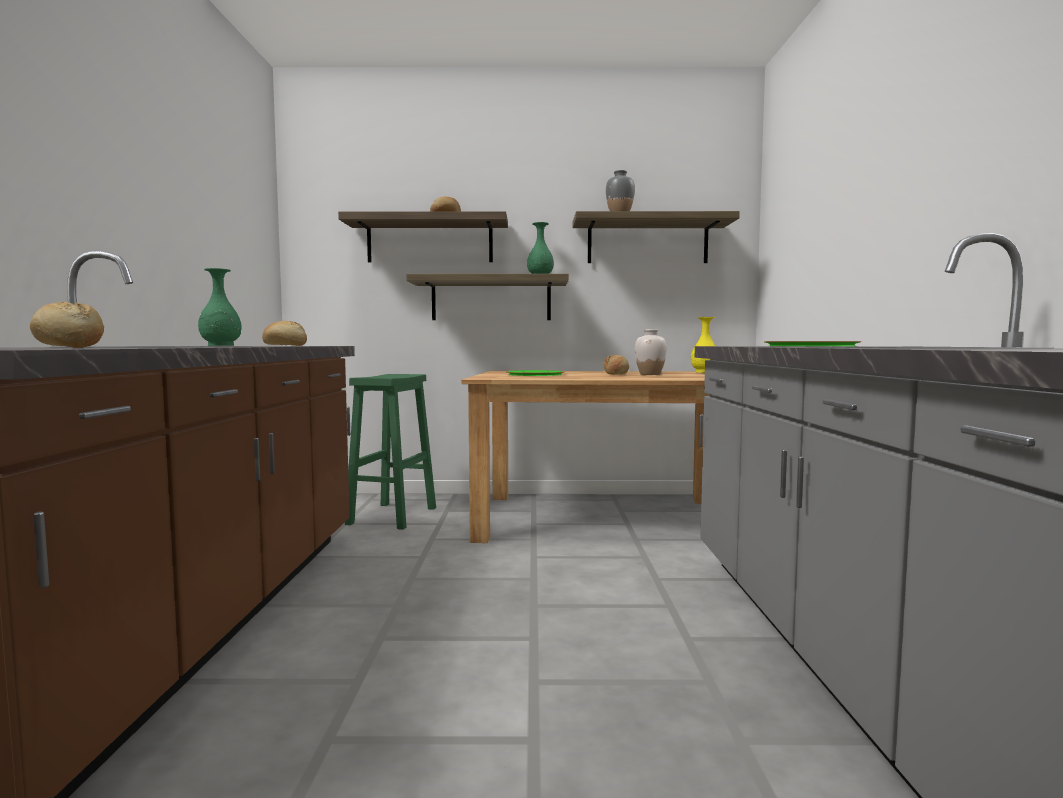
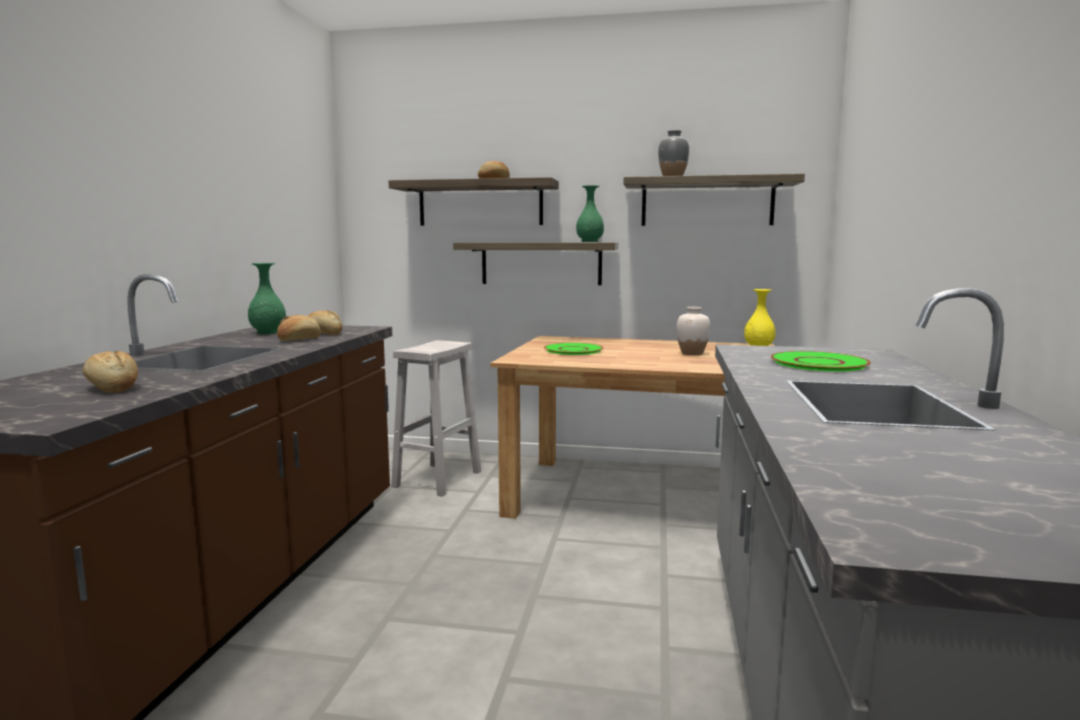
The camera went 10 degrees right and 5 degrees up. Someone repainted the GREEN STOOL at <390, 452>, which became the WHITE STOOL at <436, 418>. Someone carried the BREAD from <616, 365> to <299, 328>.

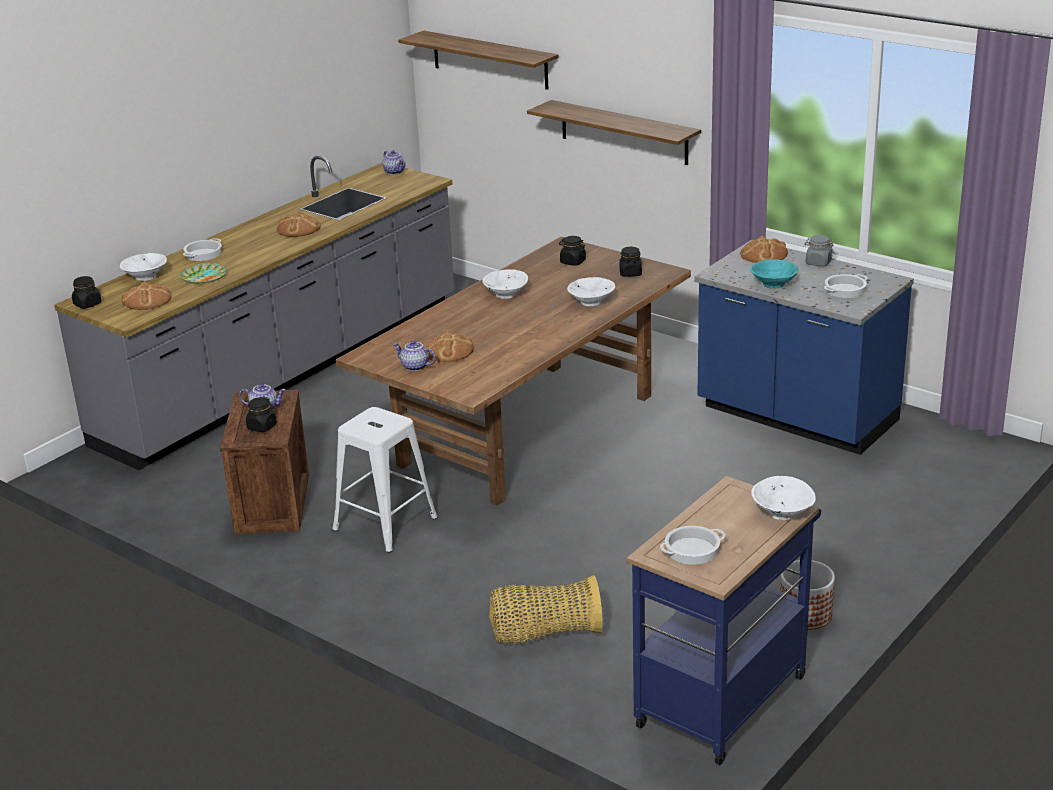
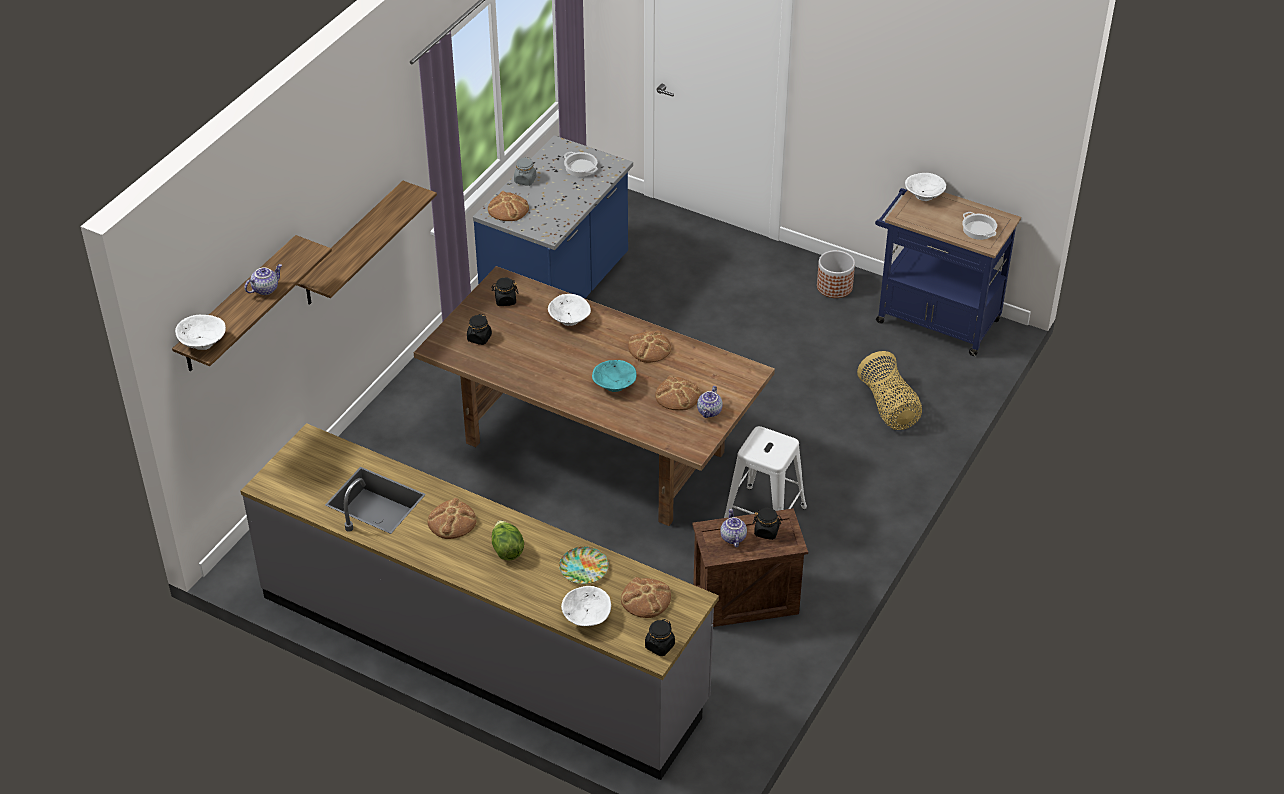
The camera went 100 degrees left and 15 degrees up. Someone took away the COOKING POT at <202, 249>. Someone carried the TEAPOT from <394, 162> to <263, 279>. Someone carried the WHITE BOWL from <505, 284> to <200, 332>. Someone carried the TURQUOISE BOWL from <774, 274> to <614, 376>. Someone put down the LETTUCE at <508, 540>. Someone put down the BREAD at <649, 346>.

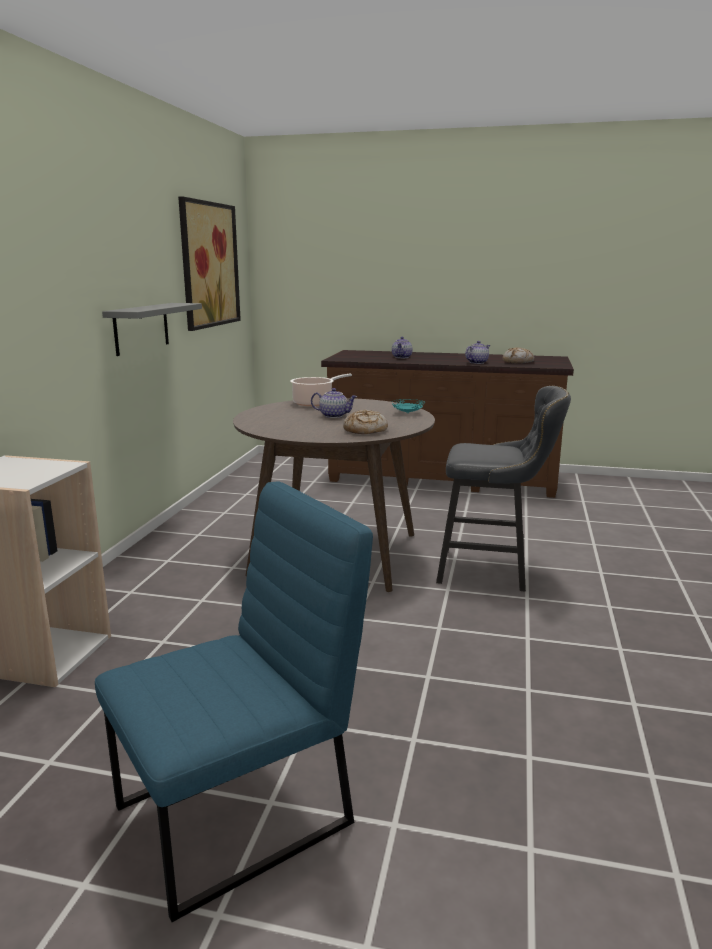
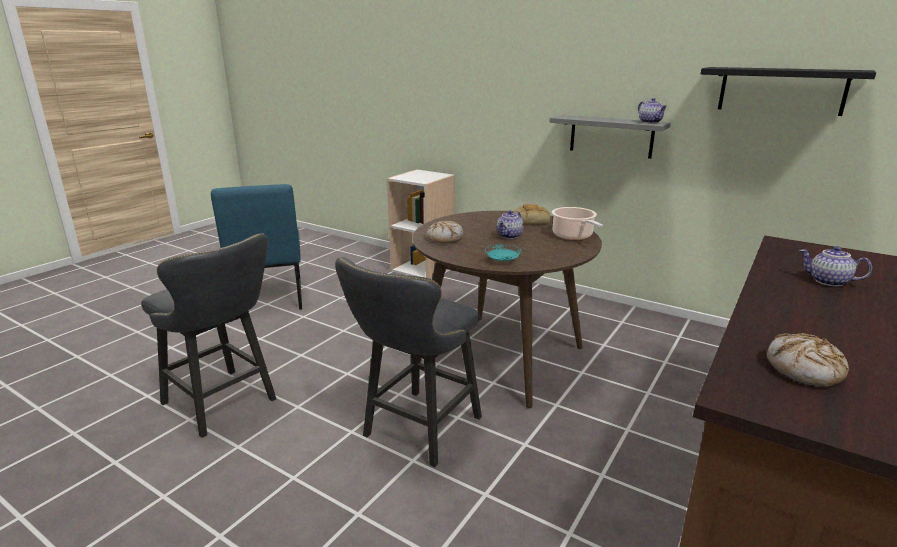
The camera went 110 degrees right and 5 degrees up. Someone swapped the PICTURE at <209, 264> for the BLACK SHELF at <788, 91>. Someone carried the TEAPOT from <477, 352> to <652, 111>. Someone put down the GREY STOOL at <208, 335>. Someone put down the BREAD at <531, 214>.

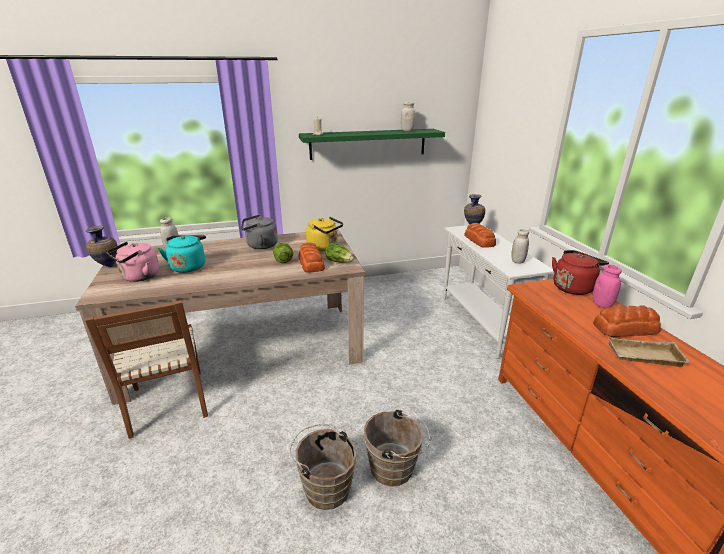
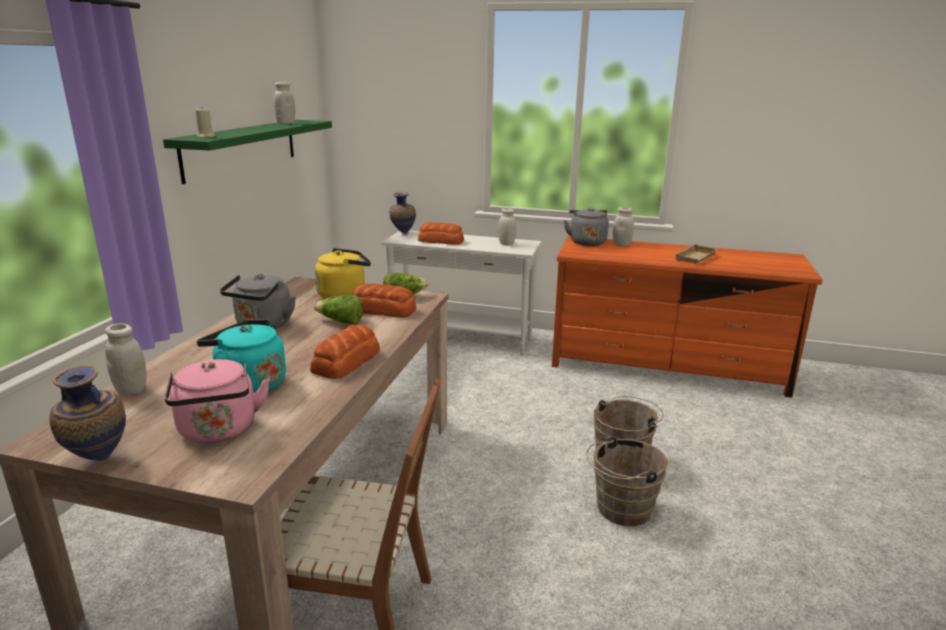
The camera went 60 degrees left and 5 degrees down. Someone repainted the RED KETTLE at <580, 272>, which became the GREY KETTLE at <586, 227>. Someone repainted the PINK JAR at <607, 286>, which became the WHITE JAR at <623, 226>. Someone carried the BREAD from <627, 321> to <345, 351>.

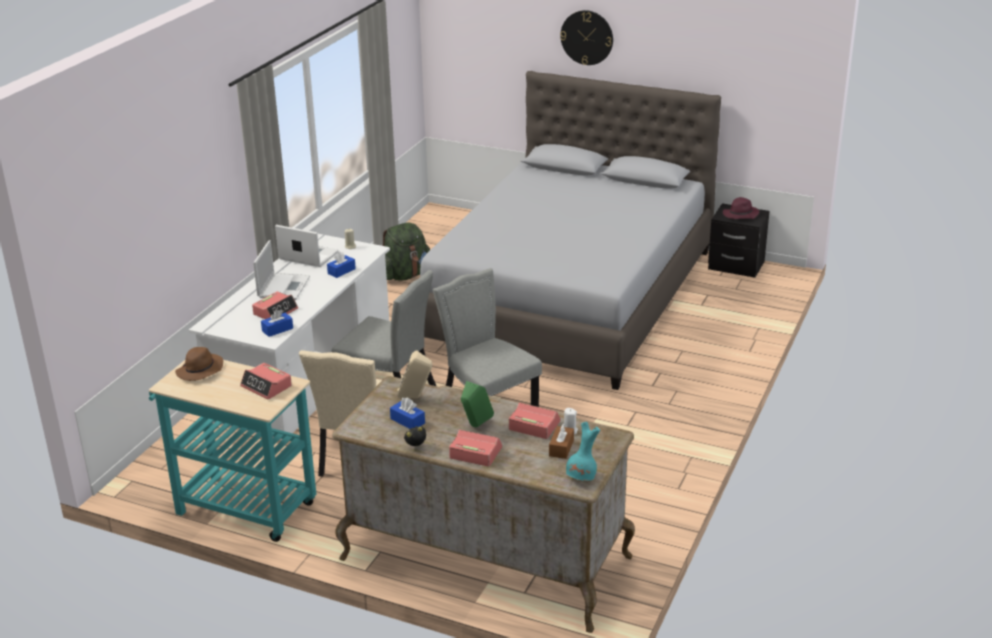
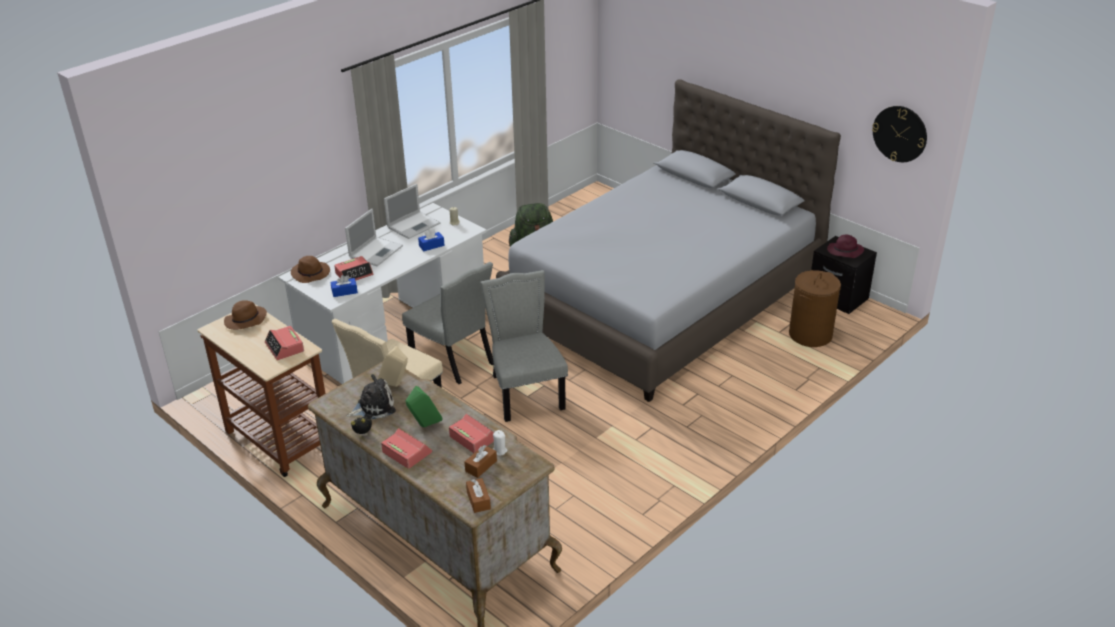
The camera went 20 degrees right and 5 degrees up. Someone repainted the TURQUOISE CART at <232, 451>, which became the BROWN CART at <261, 390>. Someone rotated the LAPTOP at <307, 246> by 90 degrees clockwise. Someone swapped the BLUE TISSUE BOX at <407, 413> for the PLUSH TOY at <371, 396>. Someone carried the WALL CLOCK from <586, 37> to <899, 134>. Someone swapped the TURQUOISE VASE at <583, 451> for the BROWN TISSUE BOX at <478, 495>. Someone put down the BROWN HAT at <310, 269>. Someone put down the BROWN LAUNDRY BASKET at <815, 308>.

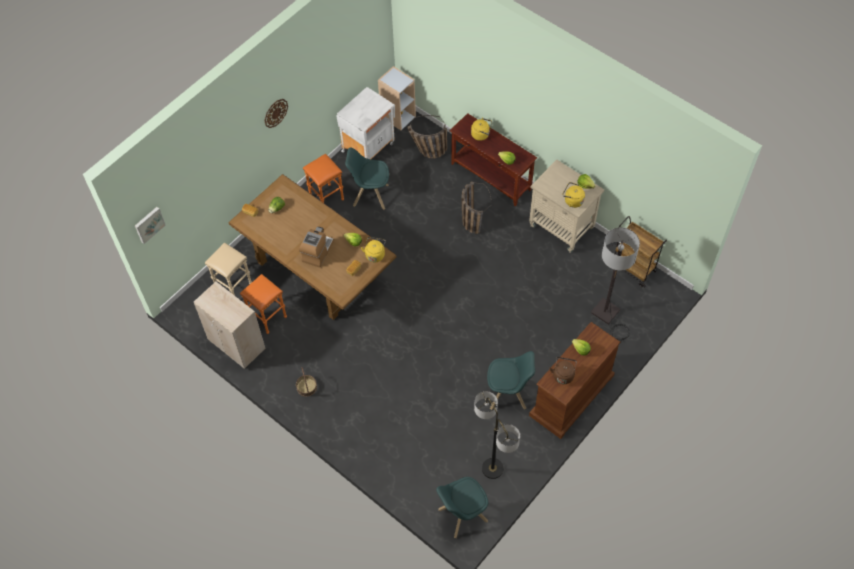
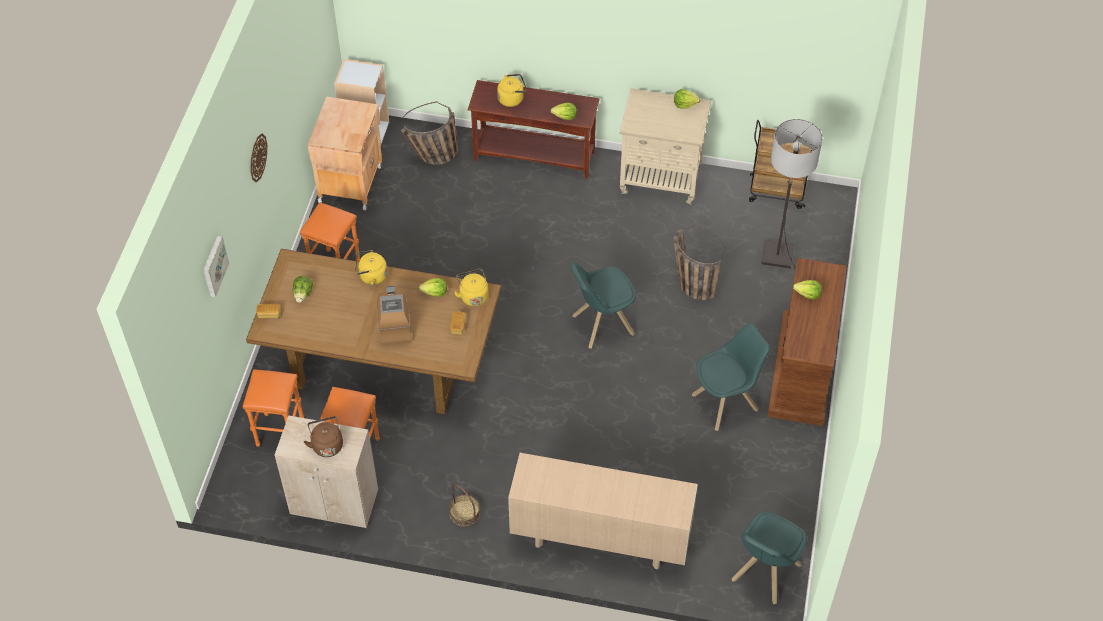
The camera went 30 degrees left and 5 degrees down. Someone carried the PICTURE from <150, 225> to <216, 266>. Someone repainted the BEIGE STOOL at <228, 269>, which became the ORANGE STOOL at <273, 408>. Someone repainted the WHITE CART at <365, 123>, which became the BROWN CART at <345, 153>. Someone carried the TURQUOISE CHAIR from <367, 178> to <603, 306>. Someone carried the BASKET from <476, 208> to <699, 263>. Someone took away the FLOOR LAMP at <497, 435>. Someone carried the BROWN KETTLE from <563, 370> to <323, 436>. Someone carried the YELLOW KETTLE from <573, 195> to <371, 267>. Someone put down the BEIGE DRESSER at <603, 511>.

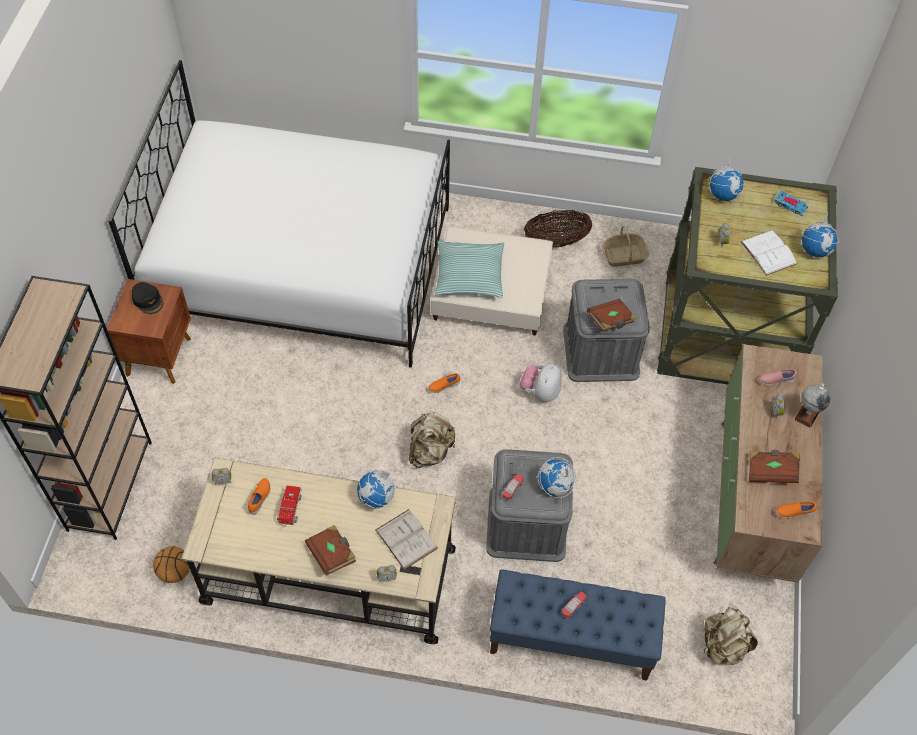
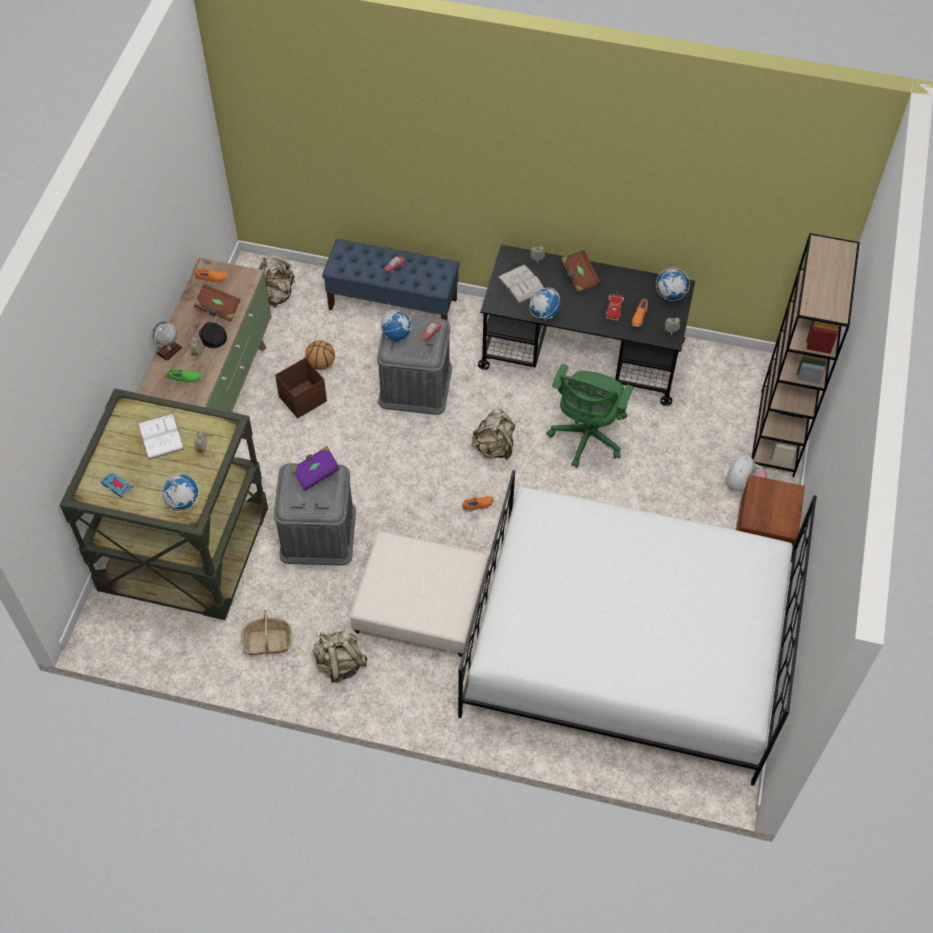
The camera went 175 degrees left and 0 degrees up. Someone carried the BLACK CAP from <147, 298> to <213, 335>. Someone carried the BASKETBALL from <171, 564> to <320, 355>. Someone repainted the BEIGE DESK at <318, 550>, which became the BLACK DESK at <586, 325>. Someone took away the PILLOW at <469, 269>. Someone carried the PLUSH TOY from <541, 383> to <747, 473>. Someone swapped the BASKET at <558, 229> for the BEIGE BACKPACK at <340, 657>. Someone repainted the BROWN BOOK at <612, 315>, which became the PURPLE BOOK at <315, 468>. Someone repainted the PINK SHOE at <778, 377>, which became the GREEN SHOE at <184, 376>. Someone carried the GLOBE from <820, 235> to <673, 284>. Someone put down the BROWN STORAGE BOX at <301, 388>. Someone put down the GREEN OFFICE CHAIR at <590, 416>.

